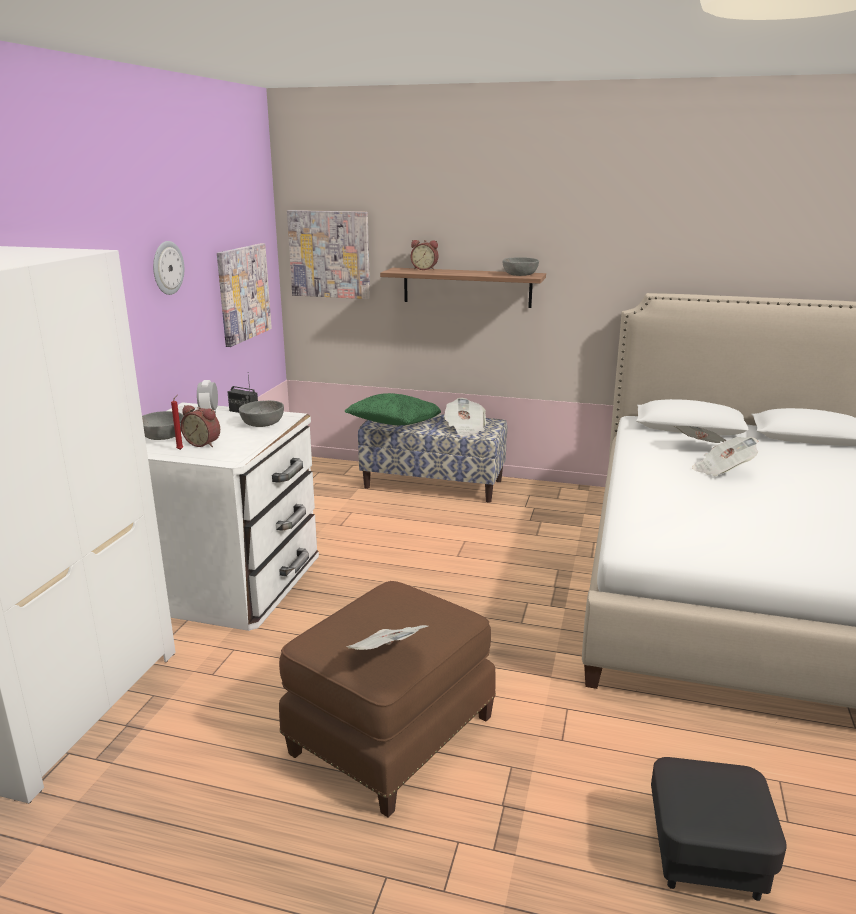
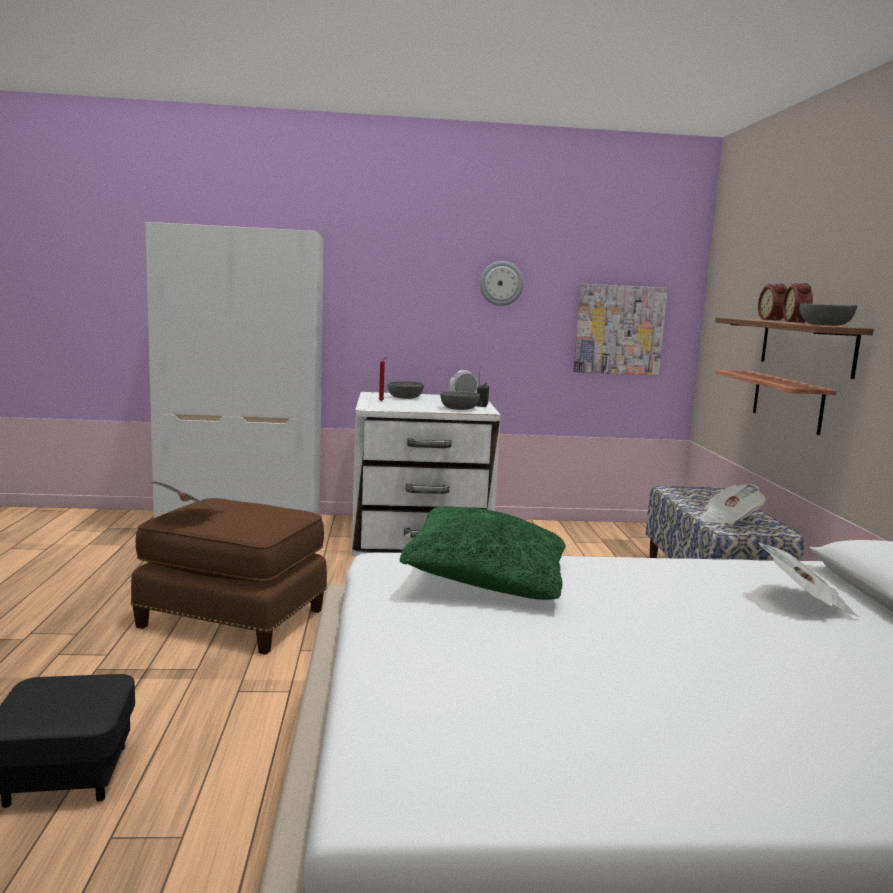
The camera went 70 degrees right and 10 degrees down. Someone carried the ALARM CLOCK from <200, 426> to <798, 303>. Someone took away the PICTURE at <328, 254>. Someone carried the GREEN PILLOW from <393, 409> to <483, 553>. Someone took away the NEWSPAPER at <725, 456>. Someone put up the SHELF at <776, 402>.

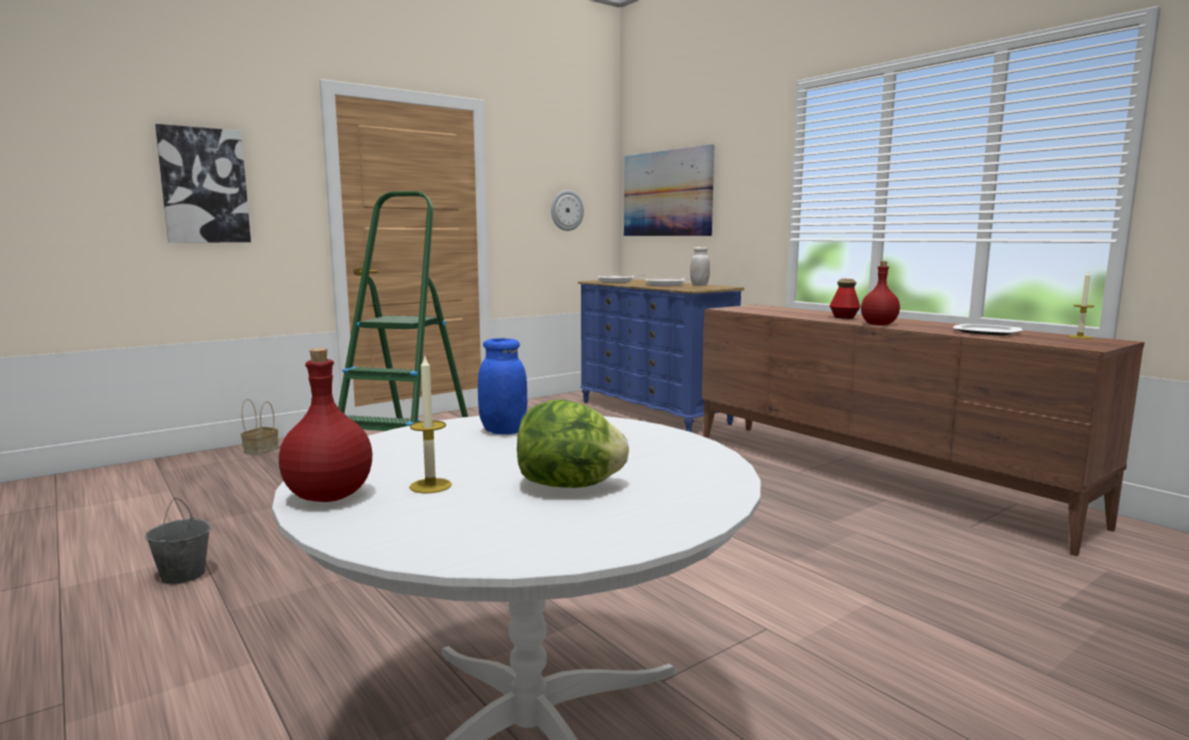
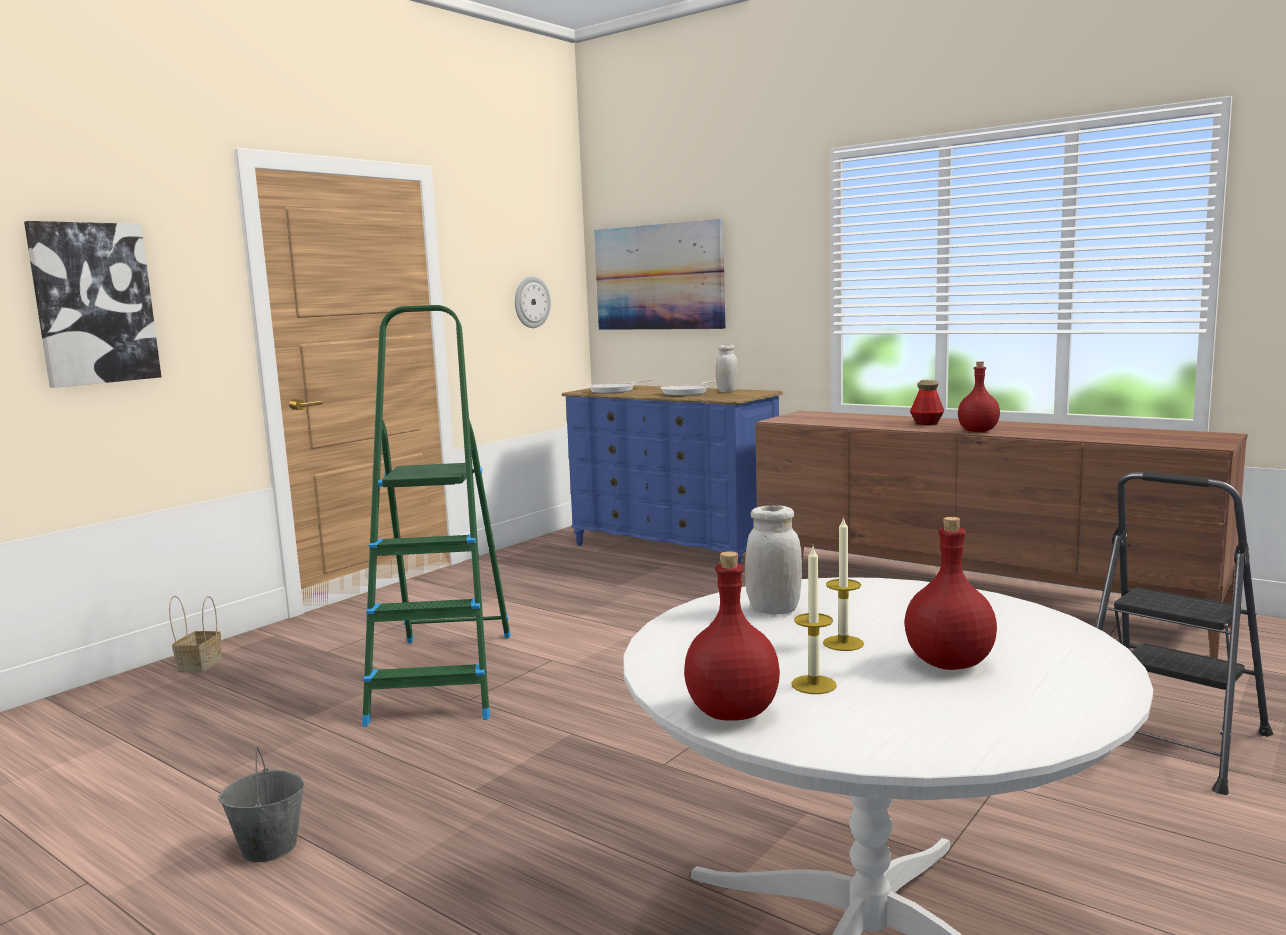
The camera went 15 degrees left and 0 degrees up. Someone repainted the BLUE JAR at <502, 386>, which became the WHITE JAR at <773, 560>. Someone swapped the LETTUCE at <573, 443> for the RED BOTTLE at <950, 593>. Someone took away the PLATE at <988, 330>. Someone carried the CANDLE from <1081, 304> to <843, 583>. Someone put down the BLACK STEP LADDER at <1184, 633>.

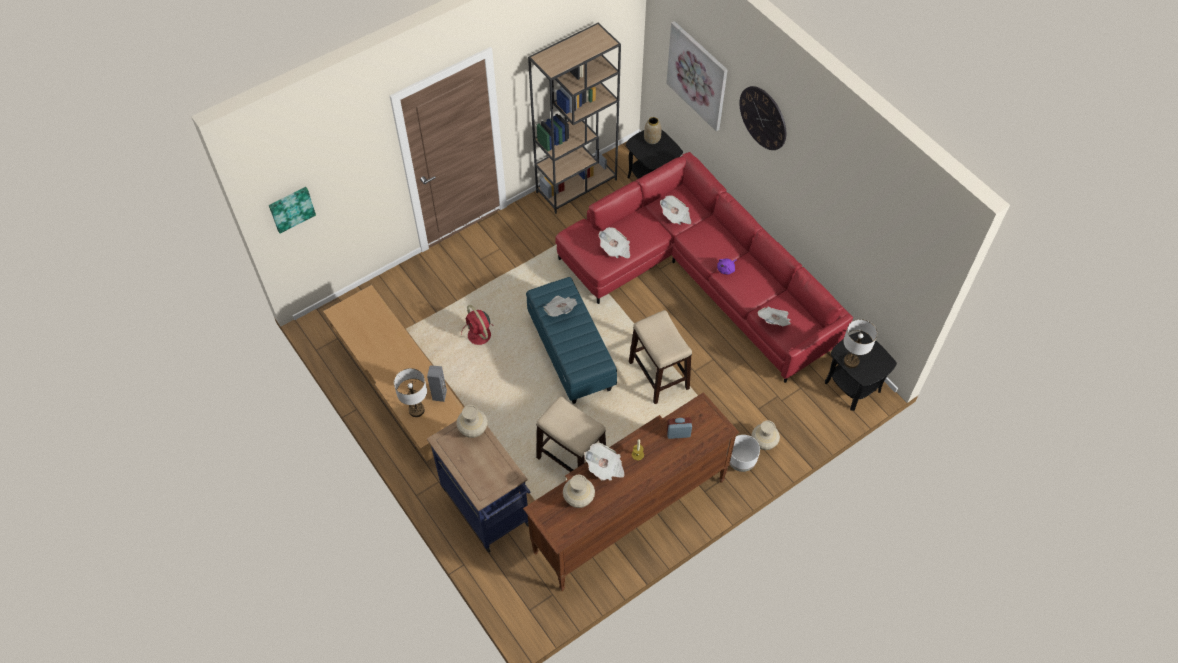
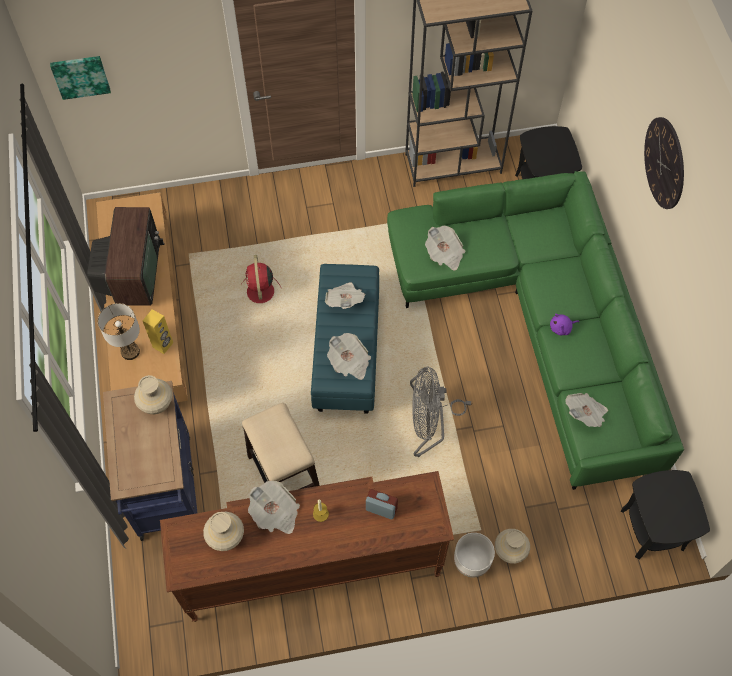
The camera went 25 degrees right and 5 degrees up. Someone repainted the GREY SPEAKER at <437, 383>, which became the YELLOW SPEAKER at <157, 332>. Someone repainted the RED SOFA at <704, 267>, which became the GREEN SOFA at <535, 330>. Someone swapped the STOOL at <660, 357> for the GREY FAN at <441, 411>. Someone took away the VASE at <652, 130>. Someone carried the NEWSPAPER from <675, 210> to <349, 356>. Someone took away the PICTURE at <697, 76>. Someone took away the TABLE LAMP at <860, 343>. Someone put down the TELEVISION at <126, 256>.

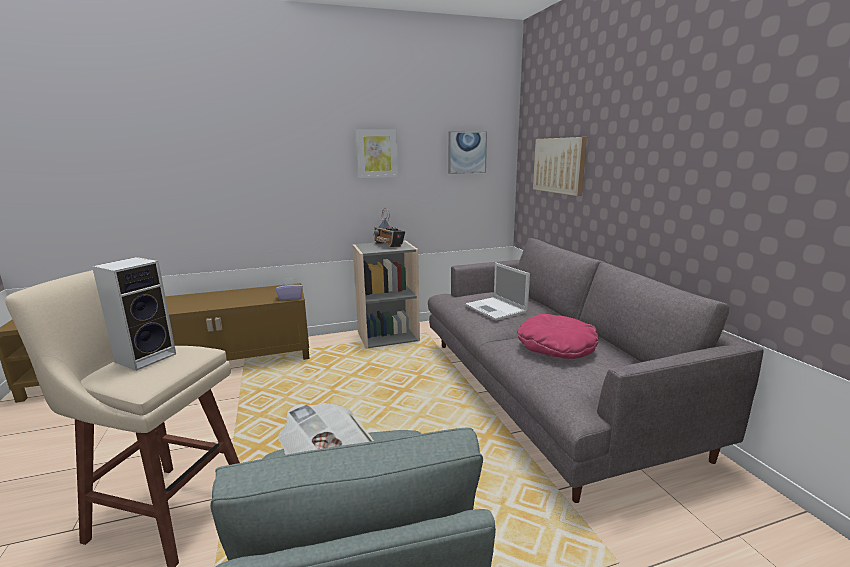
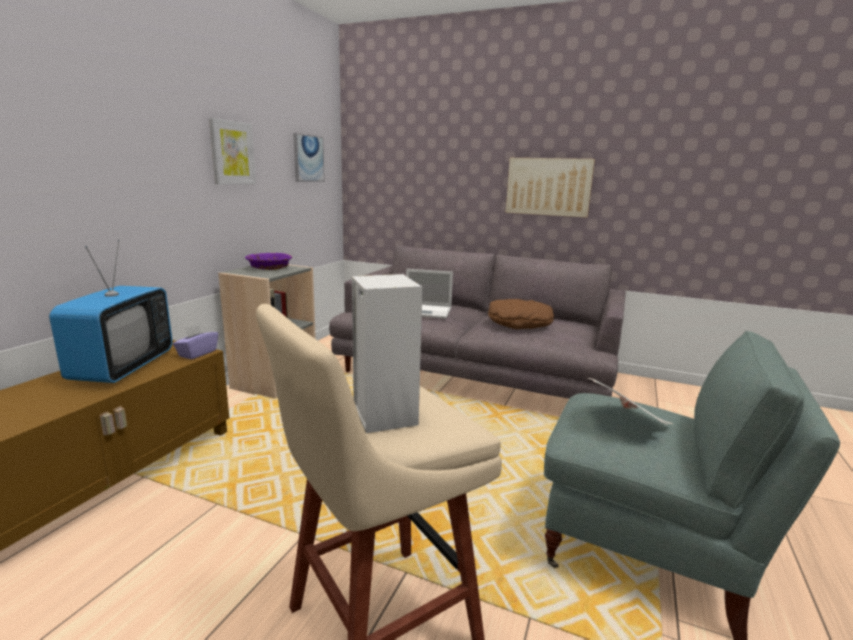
The camera went 50 degrees left and 0 degrees up. Someone swapped the RADIO at <389, 227> for the PURPLE BOWL at <268, 261>. Someone repainted the PINK PILLOW at <557, 336>, which became the BROWN PILLOW at <521, 314>. Someone carried the PICTURE from <560, 166> to <550, 188>. Someone put down the TELEVISION at <111, 311>.

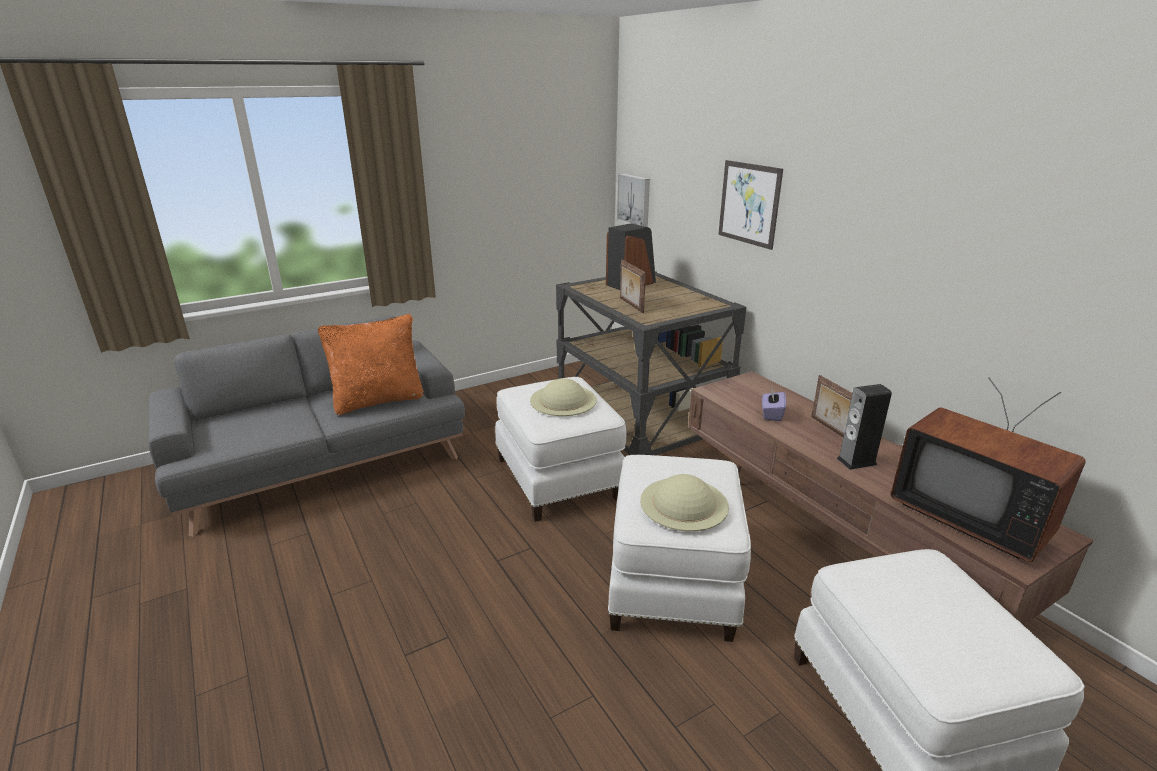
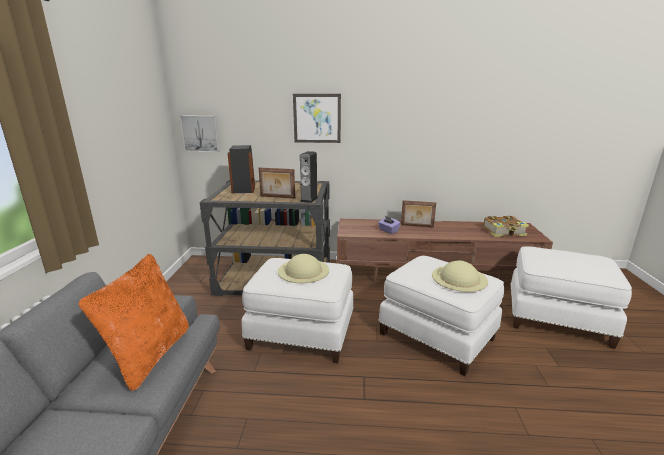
The camera went 55 degrees left and 5 degrees down. Someone carried the SPEAKER from <864, 427> to <309, 177>. Someone swapped the TELEVISION at <988, 470> for the BOOK at <506, 226>.

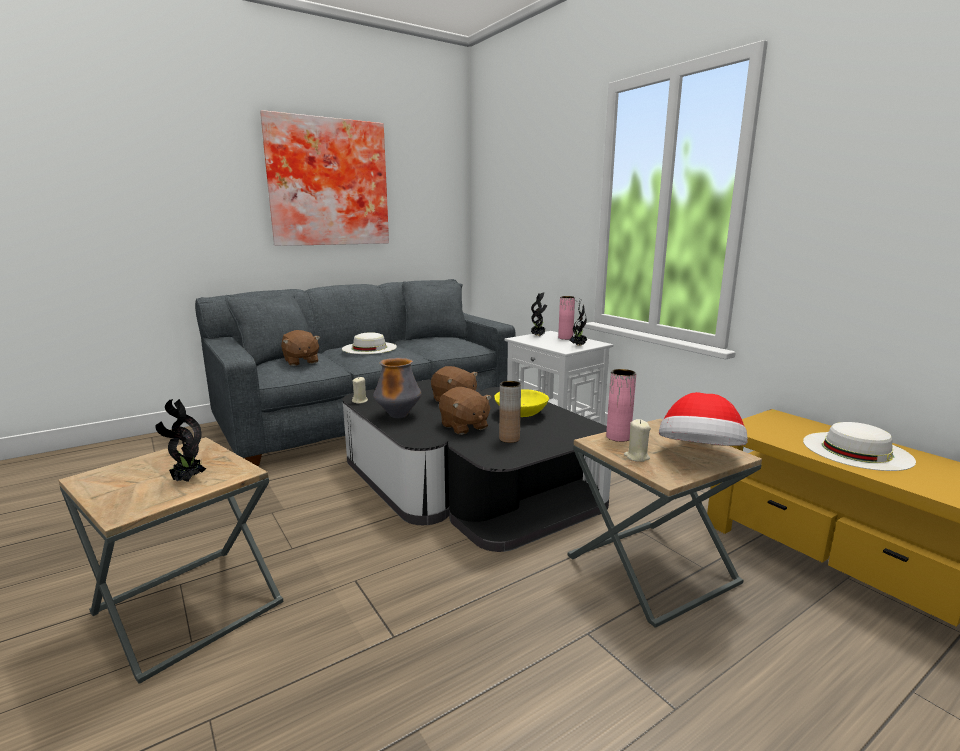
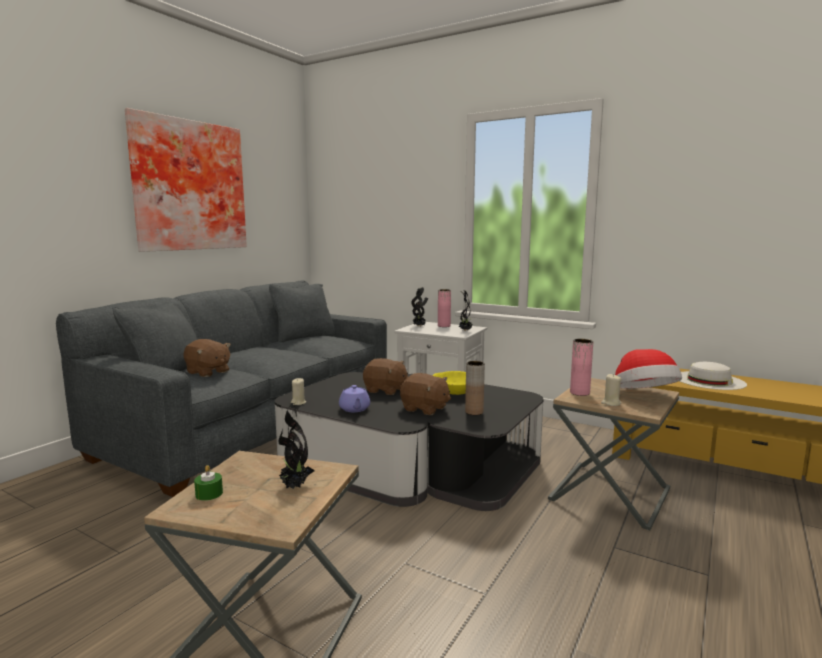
The camera went 25 degrees left and 5 degrees down. Someone took away the WHITE HAT at <369, 343>. Someone swapped the VASE at <397, 388> for the PURPLE TEAPOT at <354, 398>. Someone put down the GREEN CANDLE at <208, 483>.

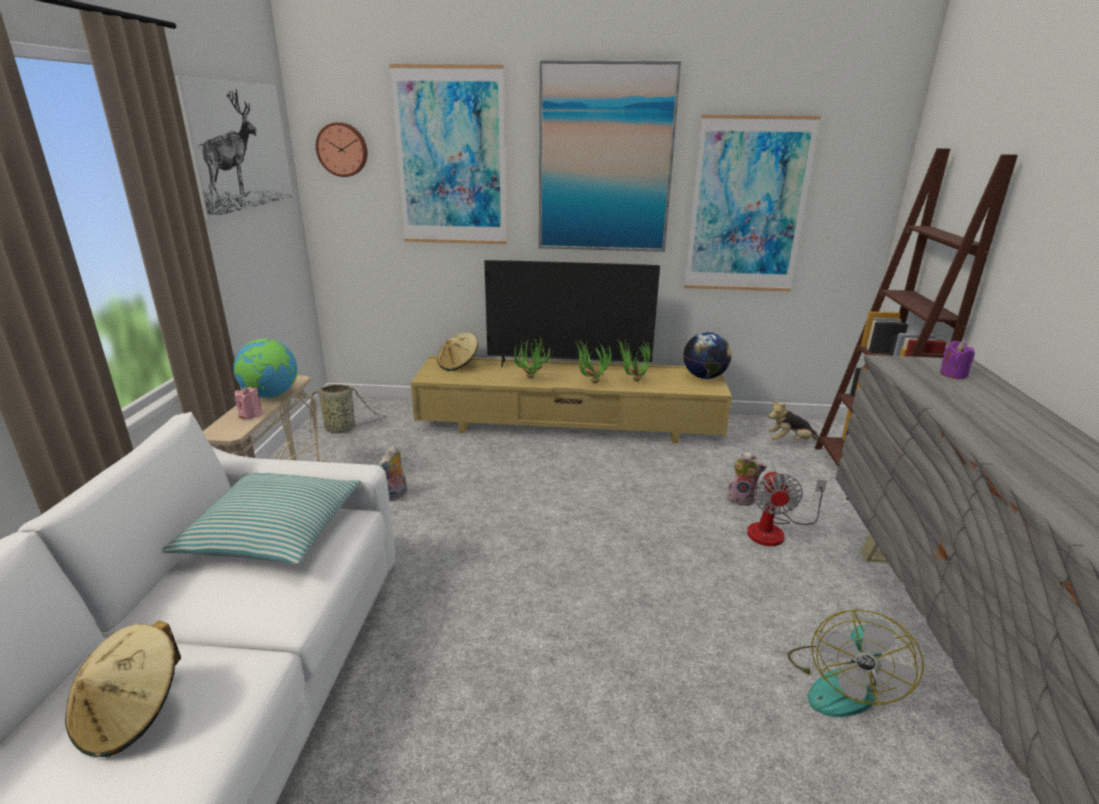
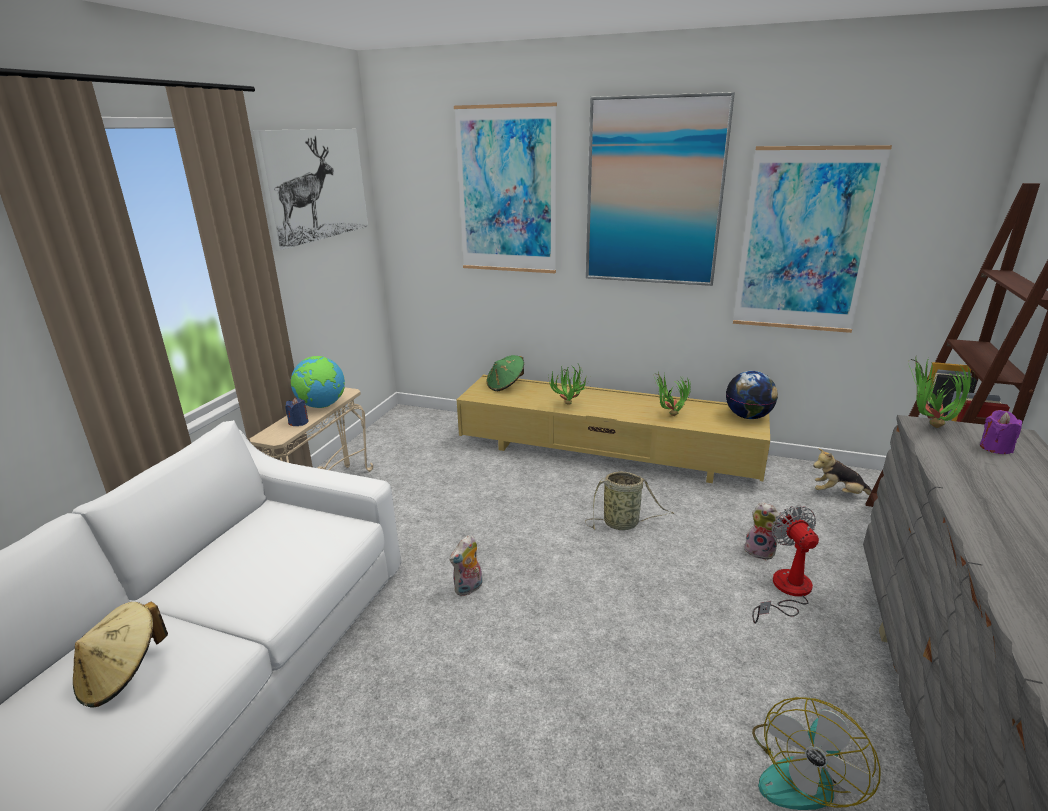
The camera went 15 degrees right and 0 degrees up. Someone took away the PILLOW at <261, 519>. Someone repainted the PINK CANDLE at <248, 402>, which became the BLUE CANDLE at <296, 411>. Someone carried the BASKET from <346, 408> to <629, 500>. Someone took away the WALL CLOCK at <341, 149>. Someone carried the PLUSH TOY from <392, 473> to <466, 565>. Someone repainted the BEIGE HAT at <457, 352>, which became the GREEN HAT at <505, 373>. Someone took away the TELEVISION at <572, 313>. Someone carried the POTTED PLANT from <593, 361> to <942, 393>. Someone rotated the FAN at <787, 508> by 150 degrees clockwise.

